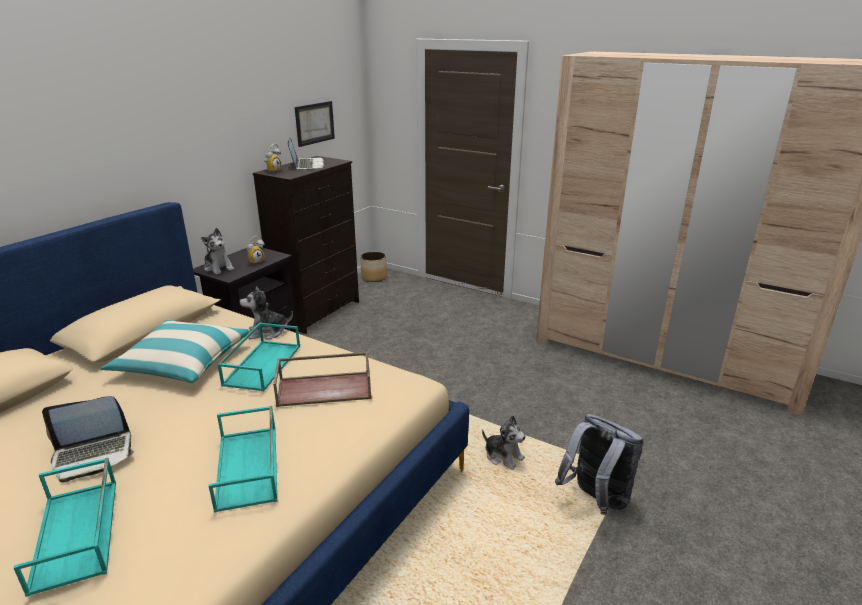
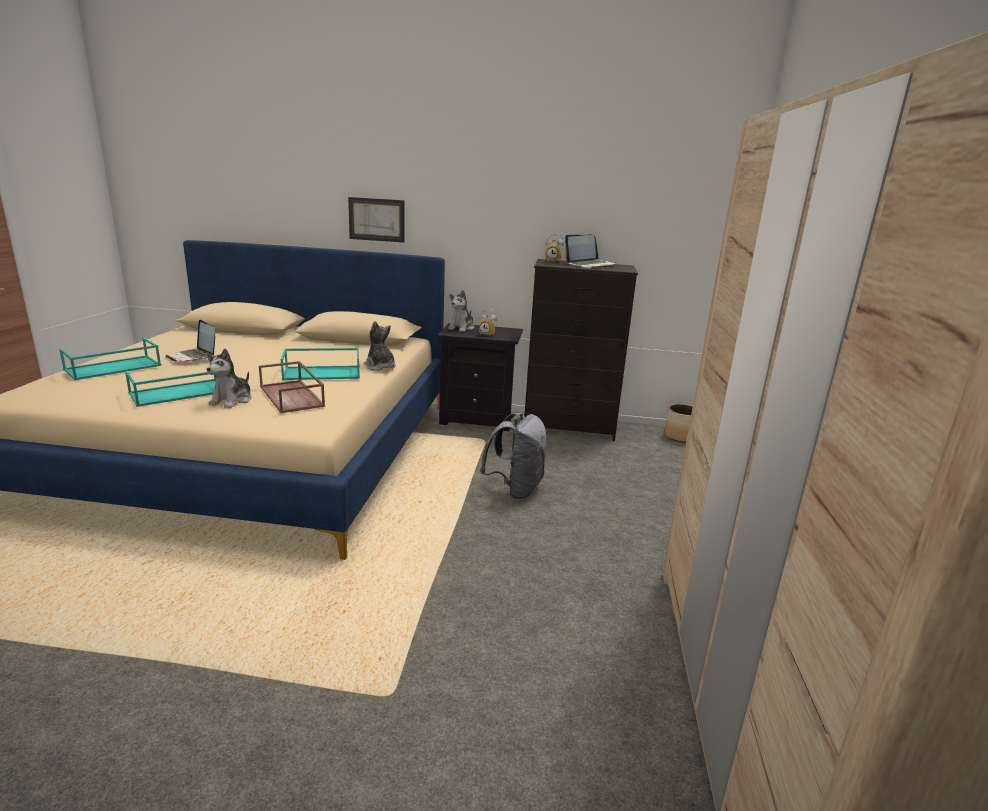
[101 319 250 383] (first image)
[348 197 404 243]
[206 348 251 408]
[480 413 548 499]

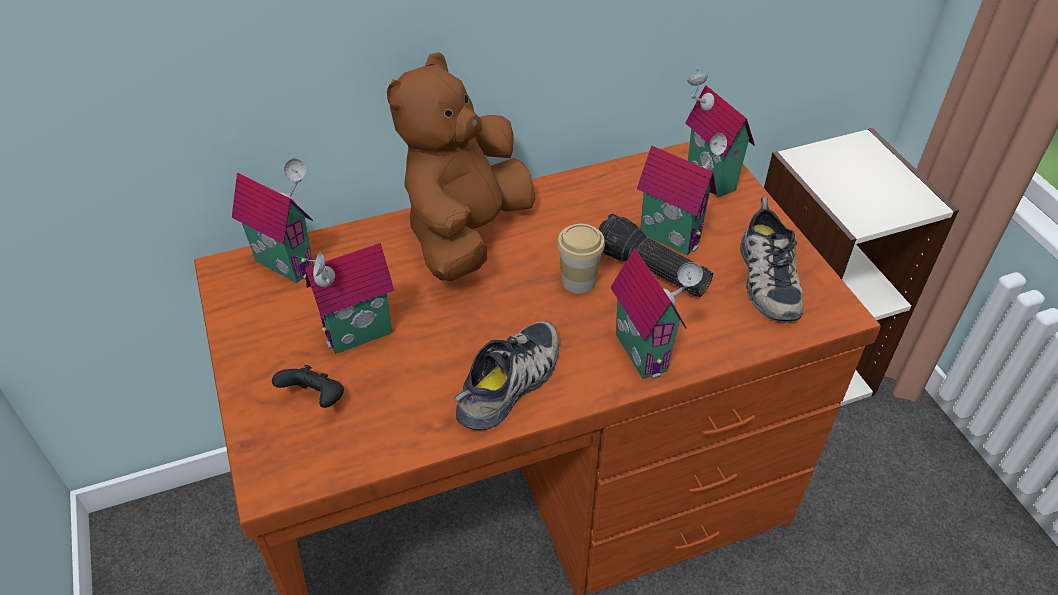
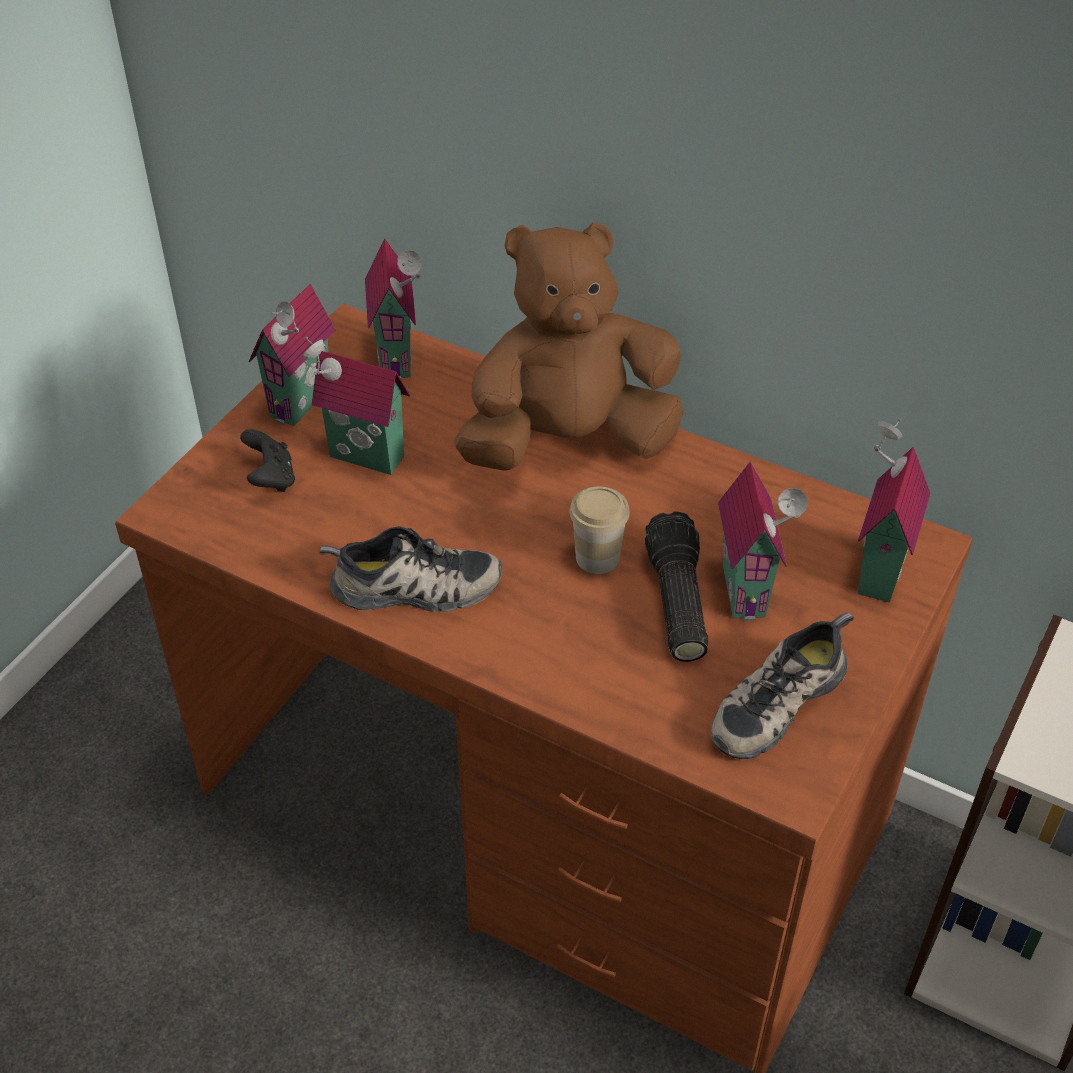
[249 284 335 426]

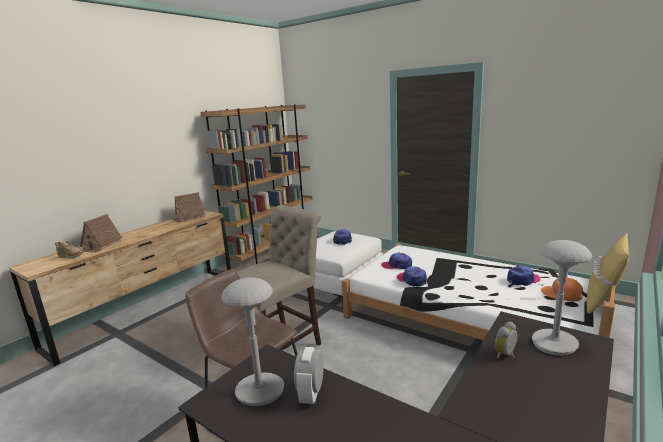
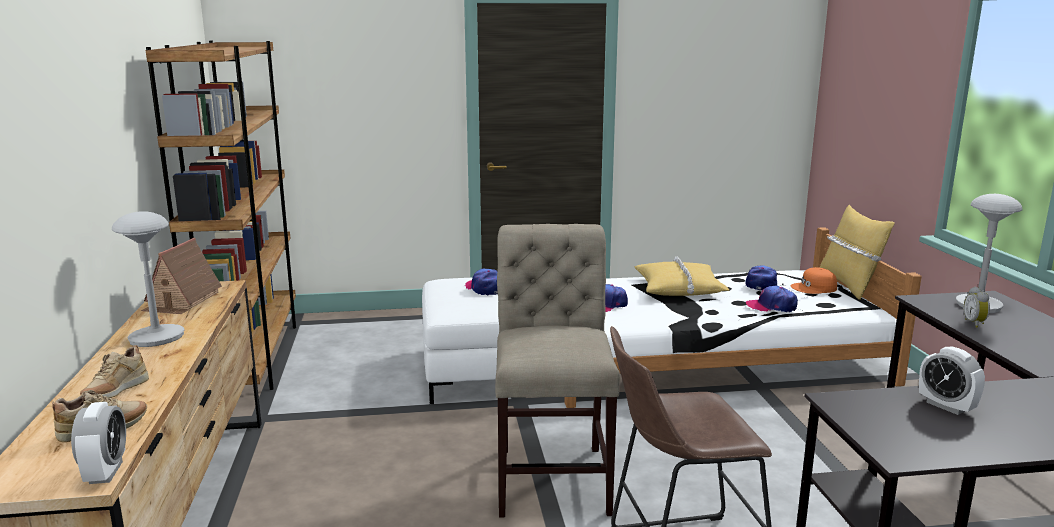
[80 345 149 398]
[112 211 185 347]
[746 286 798 313]
[71 402 126 484]
[635 257 729 296]

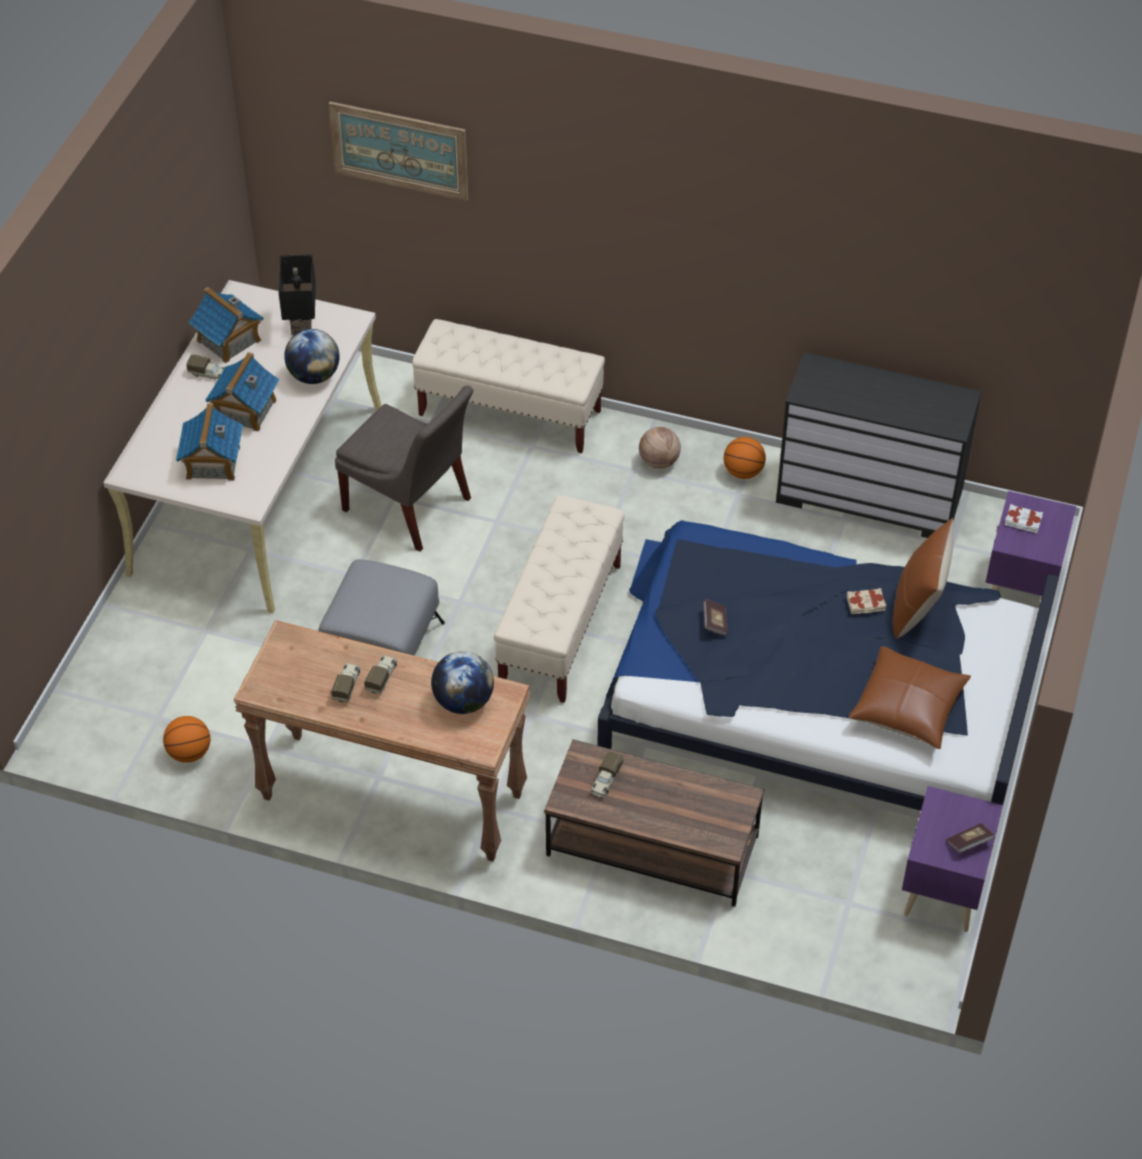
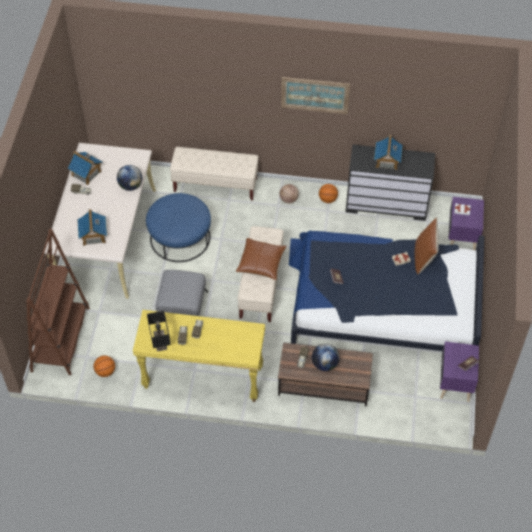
[374 135 403 170]
[133 310 265 402]
[147 311 171 352]
[281 77 350 114]
[146 193 211 262]
[312 343 340 371]
[236 238 286 280]
[27 229 90 375]

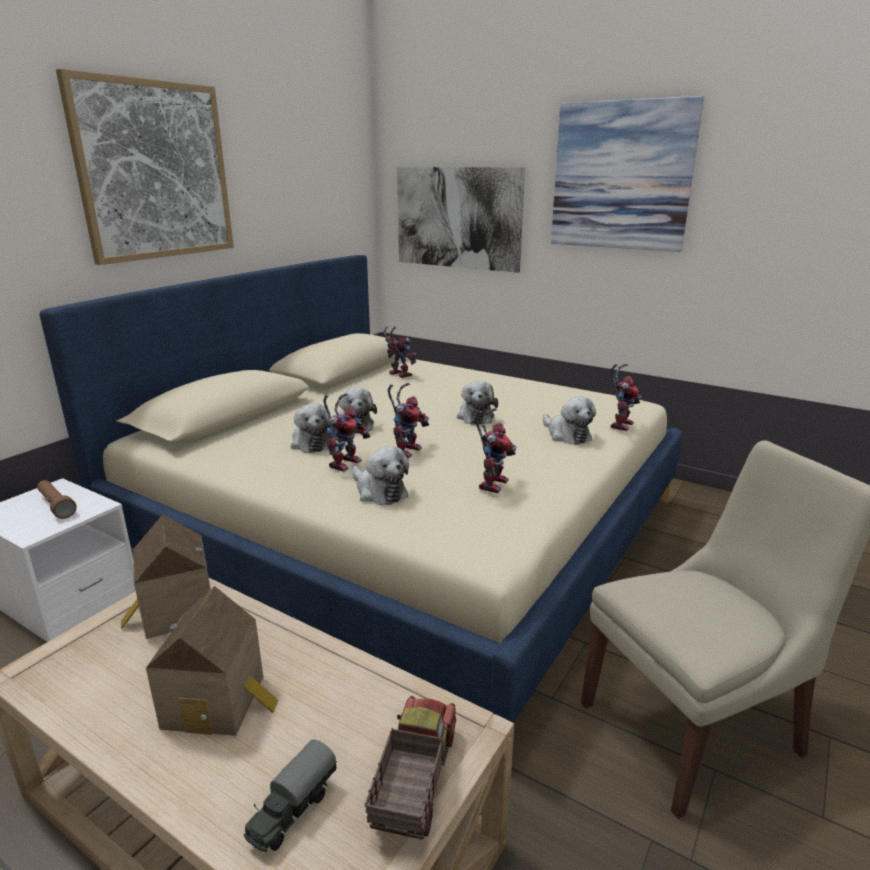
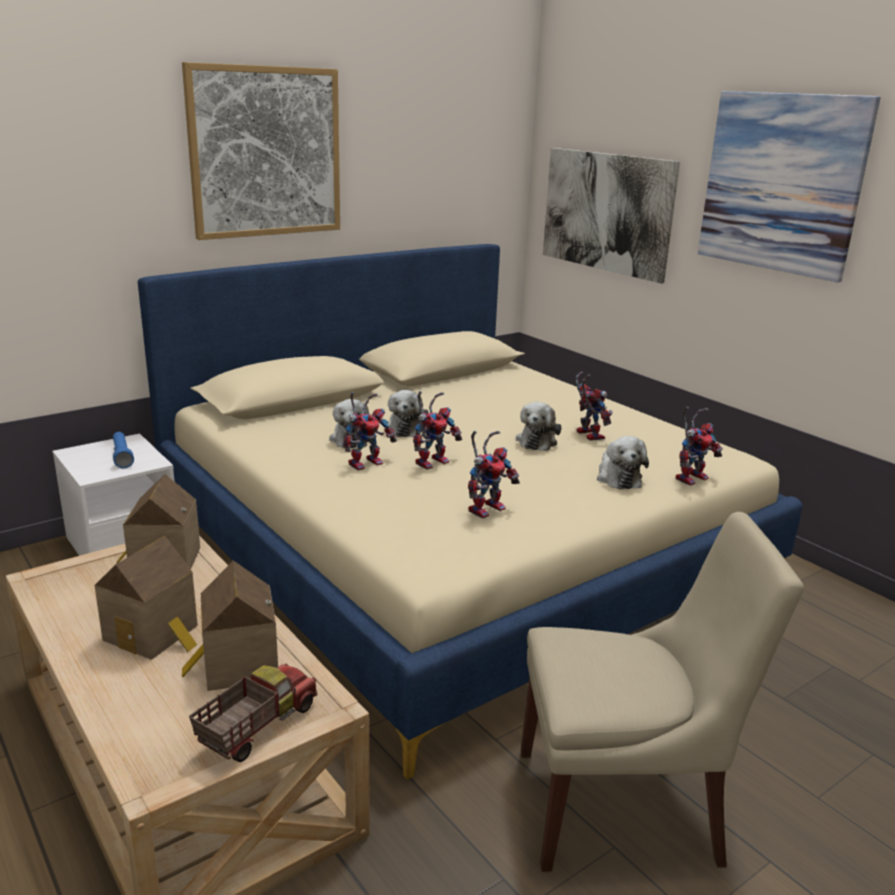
[113 432 134 468]
[244 740 337 852] (first image)
[353 446 409 505] (first image)
[576 372 613 441]
[182 561 278 691]

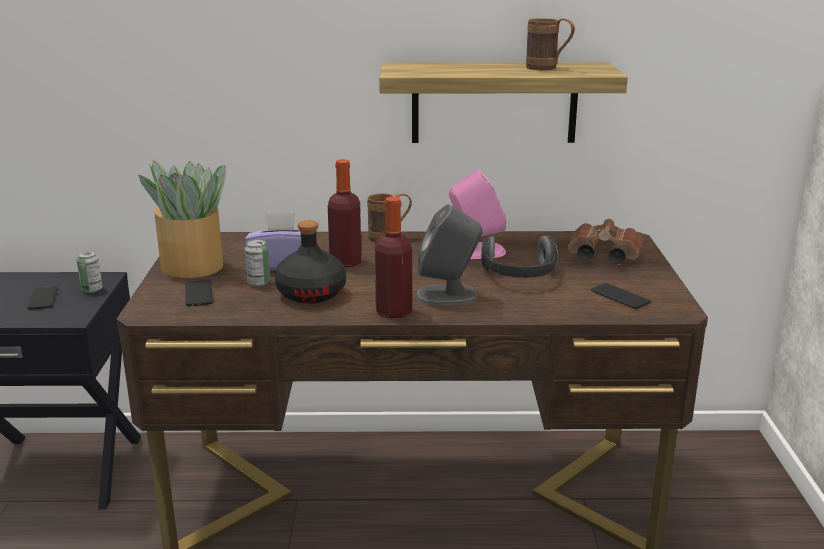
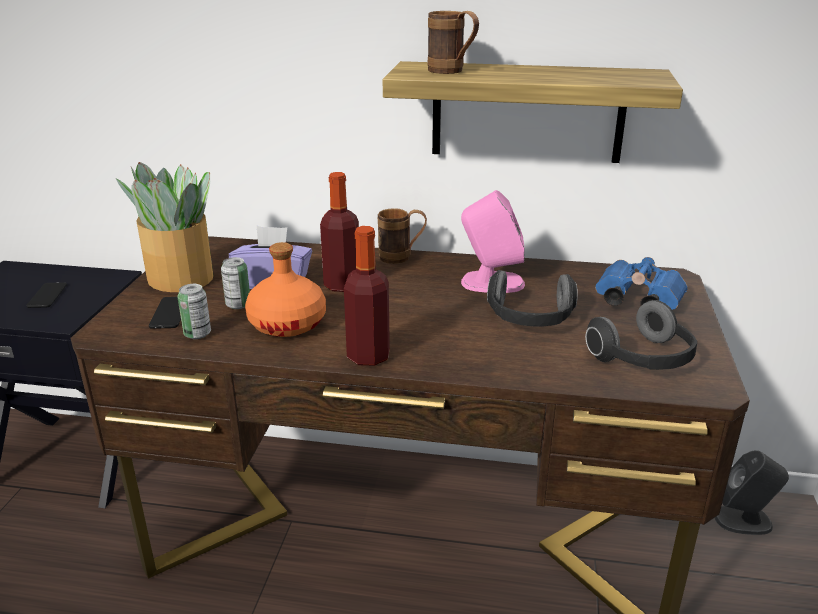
[177 284 211 339]
[245 242 326 337]
[715 450 789 535]
[428 11 479 74]
[595 257 687 310]
[585 300 697 370]

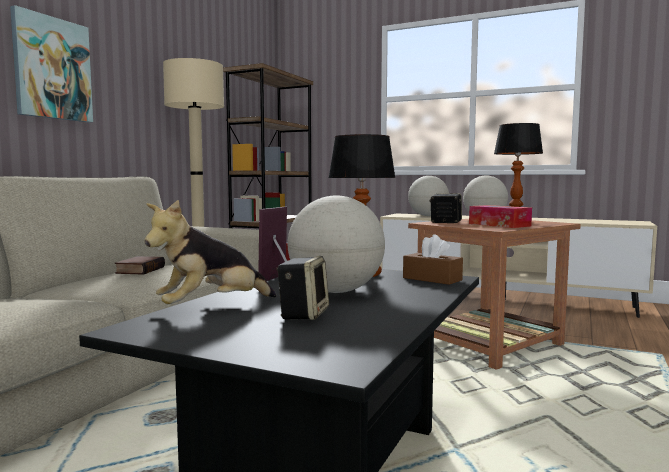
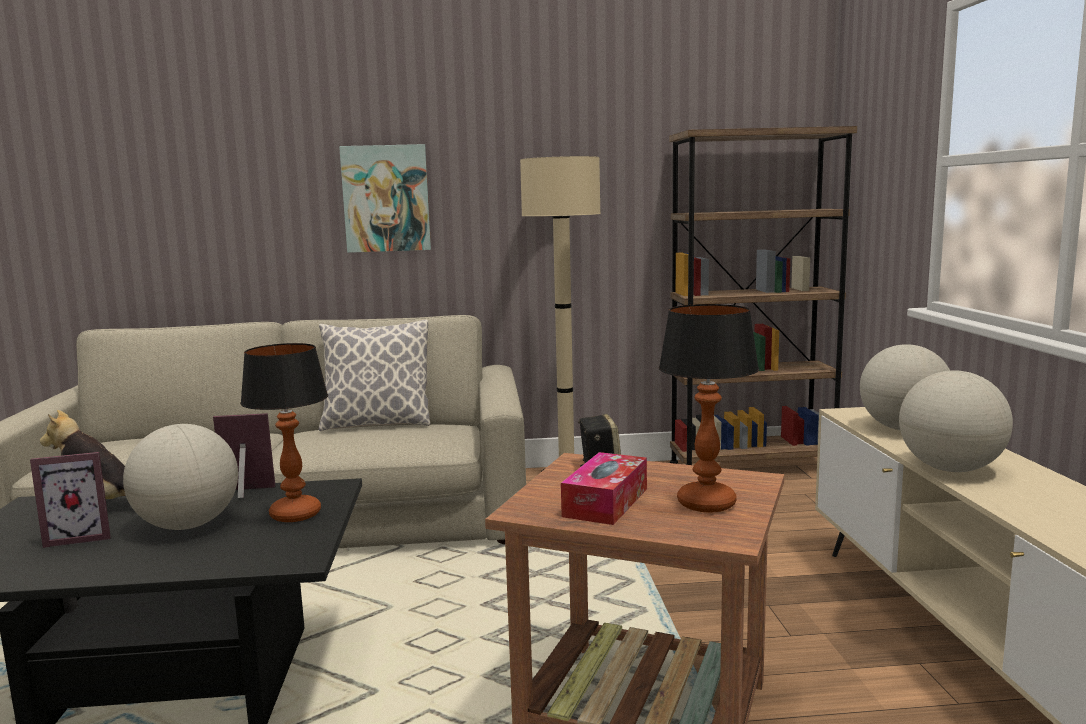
[115 256 165 275] (first image)
[30 452 111 548]
[403 234 463 285] (first image)
[319 320 430 431]

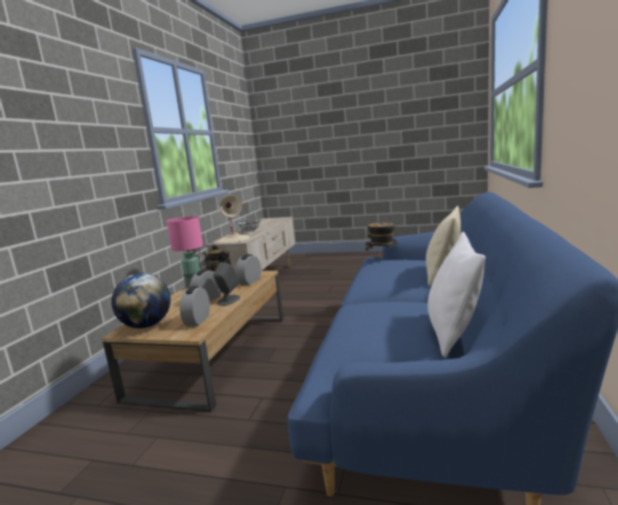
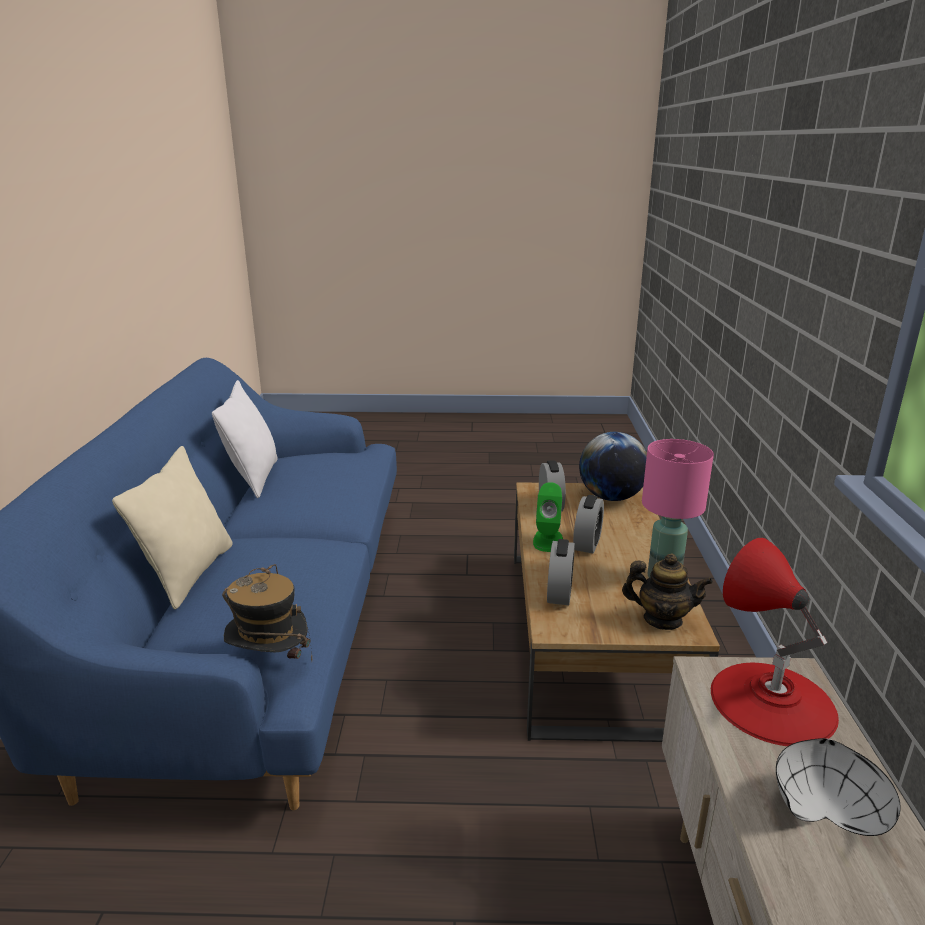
[533 482 563 552]
[711 538 839 746]

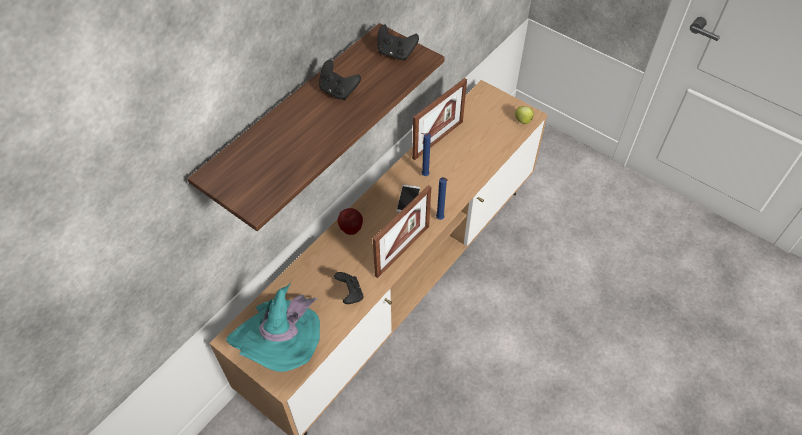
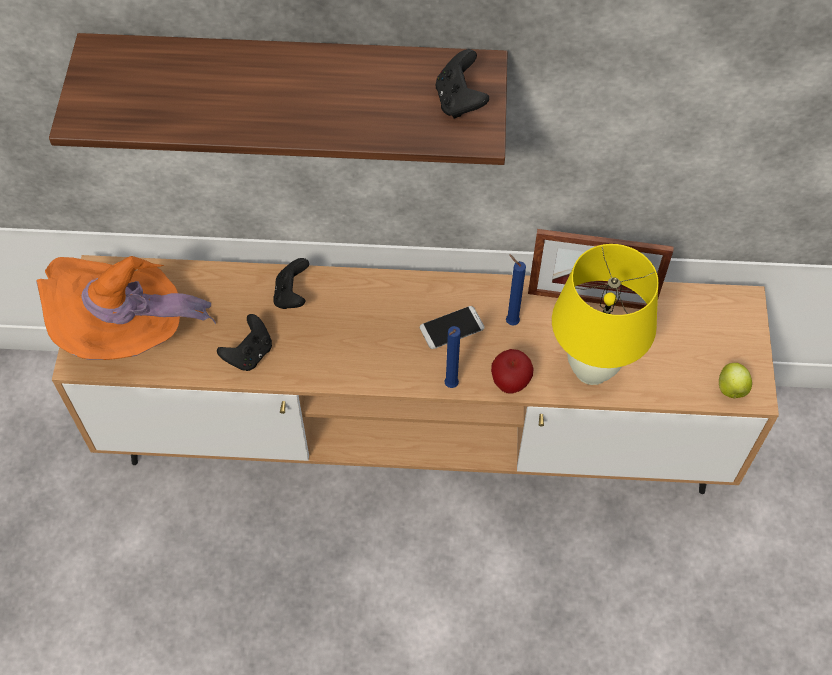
[36 256 216 360]
[273 258 309 309]
[491 349 534 394]
[373 185 431 278] (first image)
[552 244 659 385]

